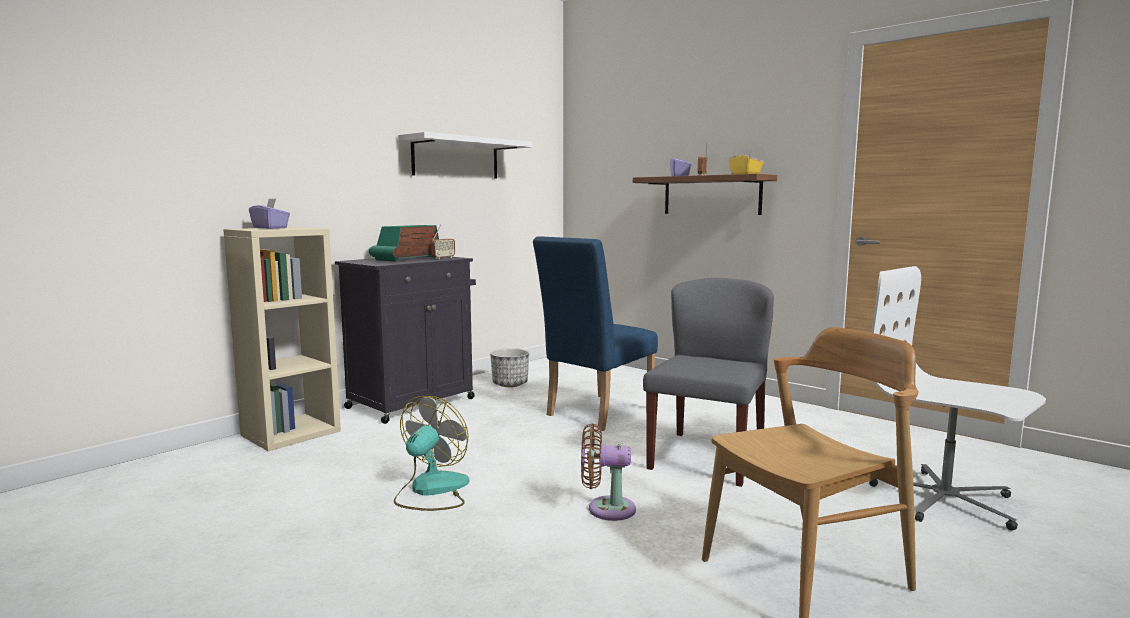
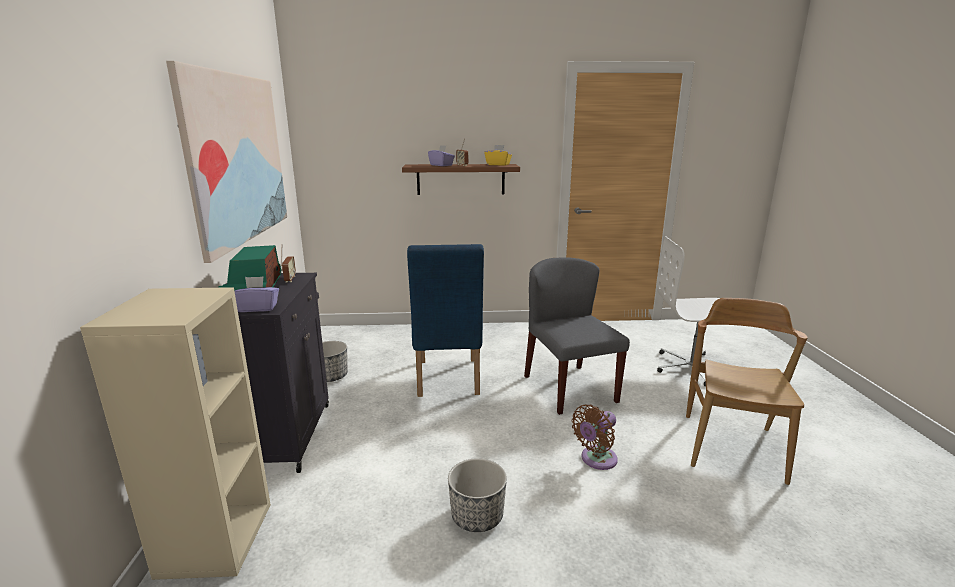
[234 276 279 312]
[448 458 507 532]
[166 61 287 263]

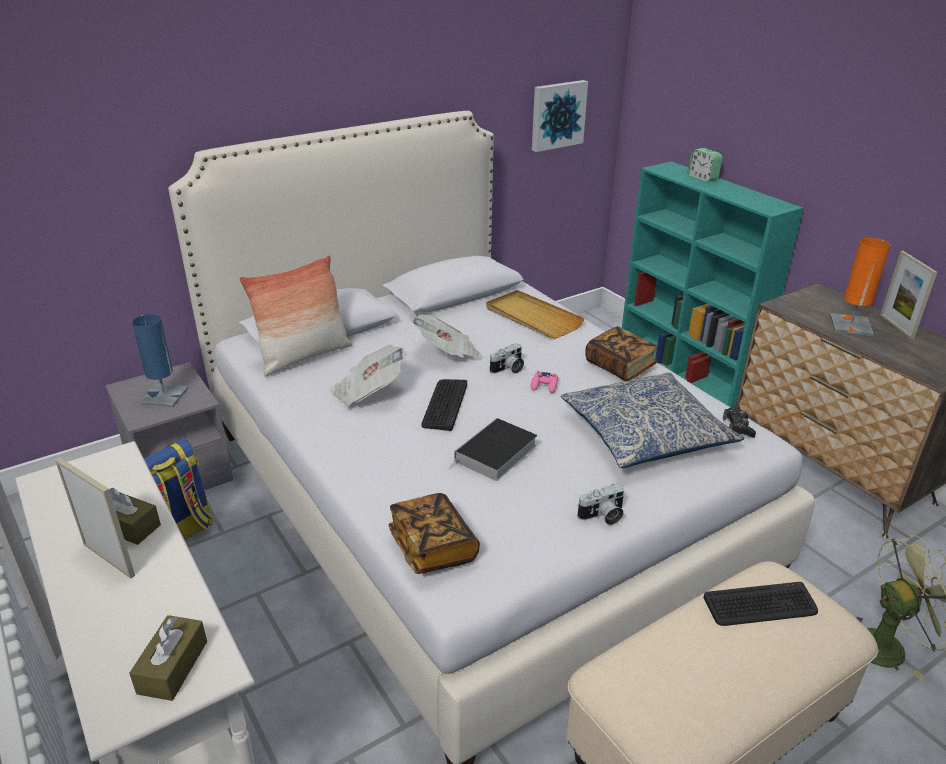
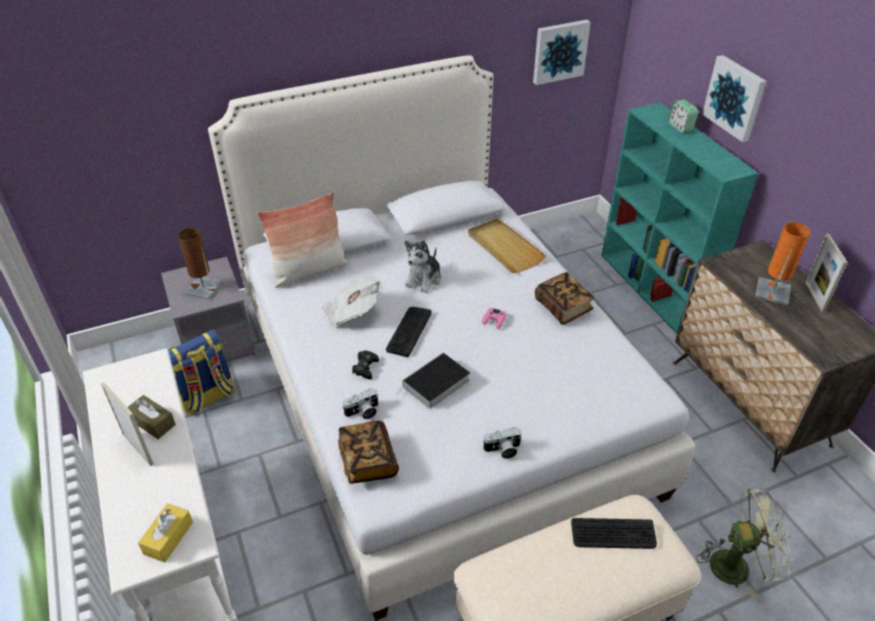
[138 503 193 563]
[178 227 222 300]
[405 240 441 293]
[343 388 378 419]
[561 372 744 468] (first image)
[352 351 379 379]
[702 55 767 142]

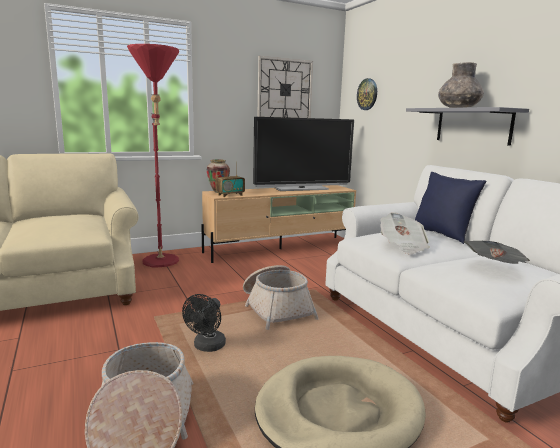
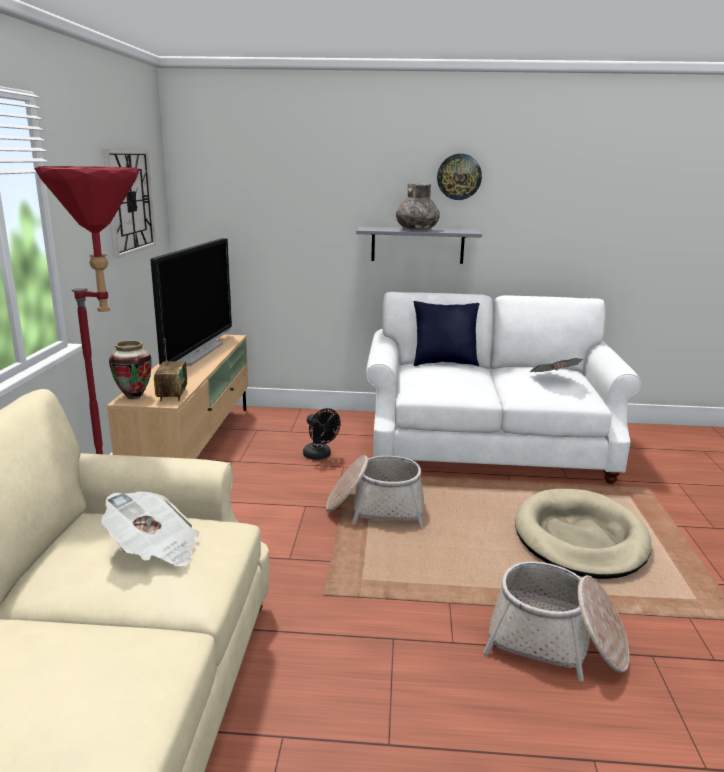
[303 408 341 460]
[437 154 482 200]
[101 491 199 567]

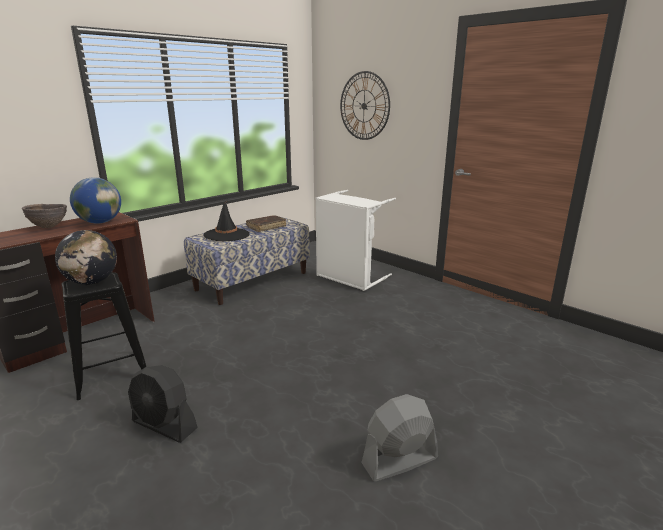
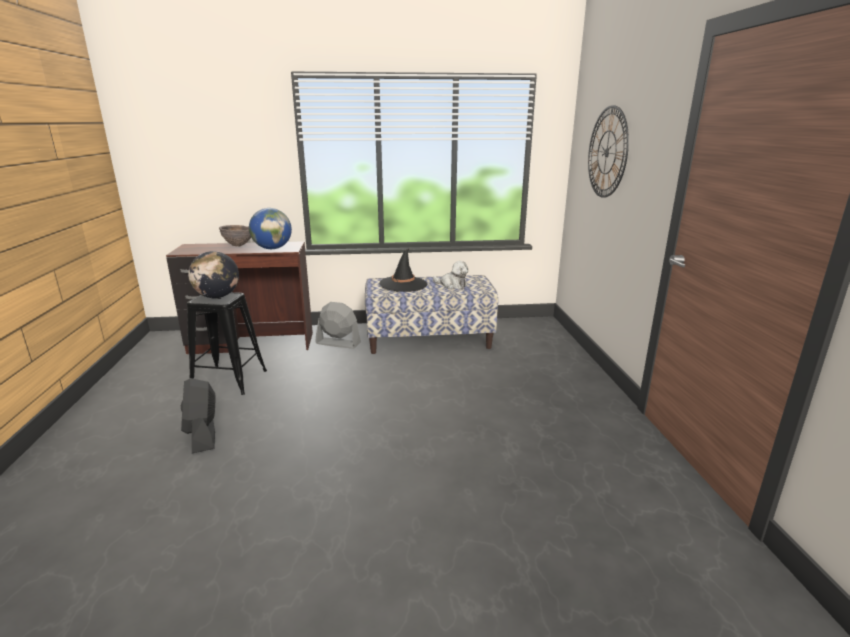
[433 261 468 289]
[315 190 396 291] (first image)
[315 302 361 349]

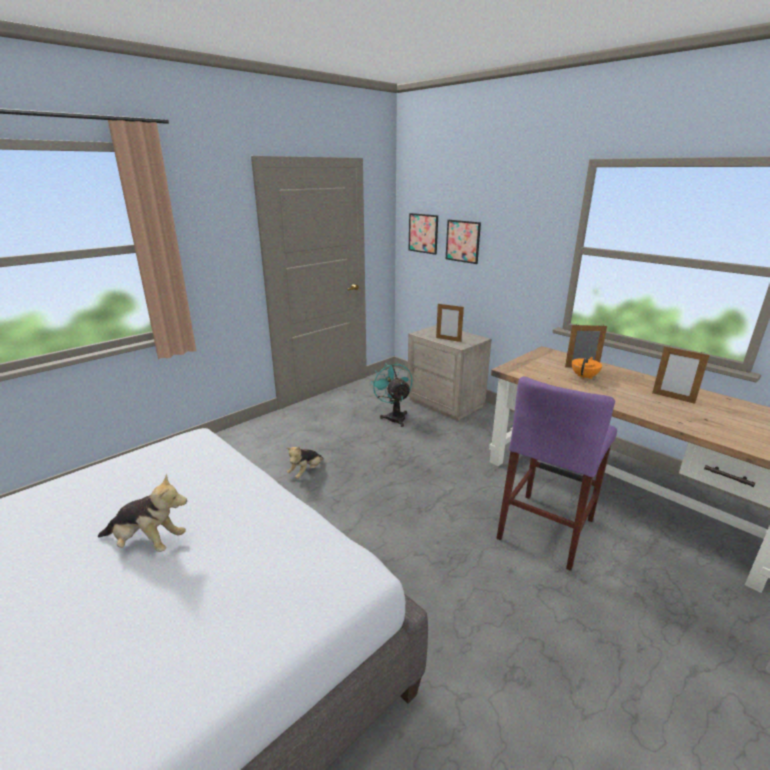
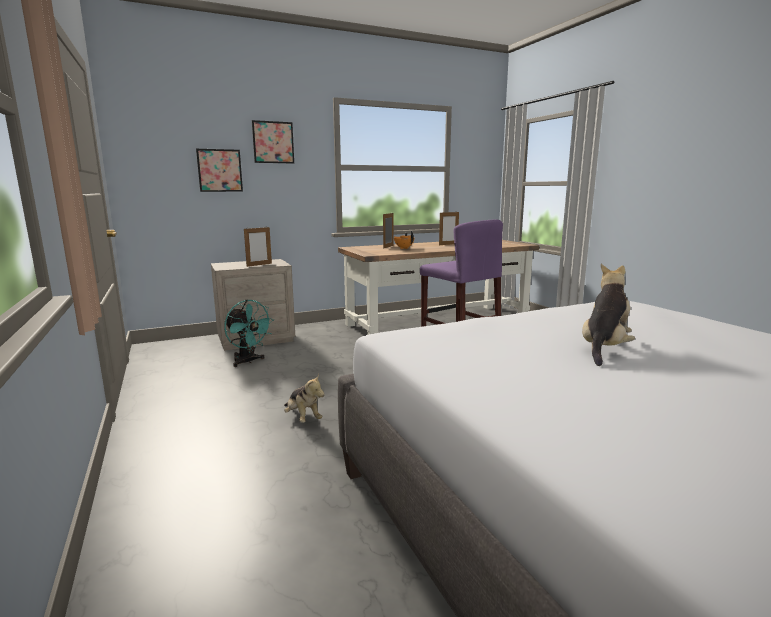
[224 300 274 367]
[252 120 294 164]

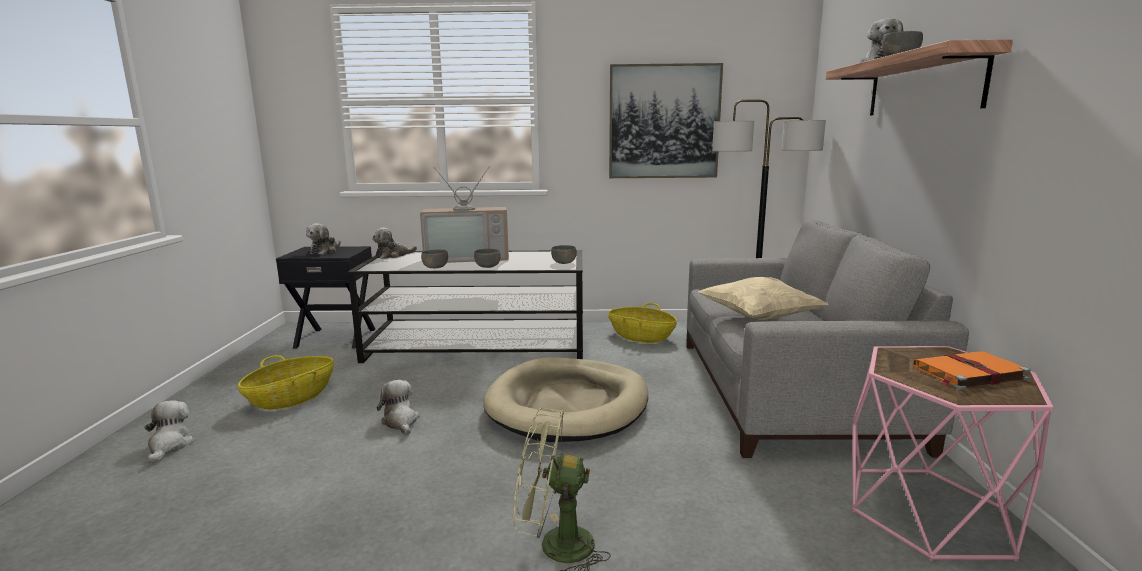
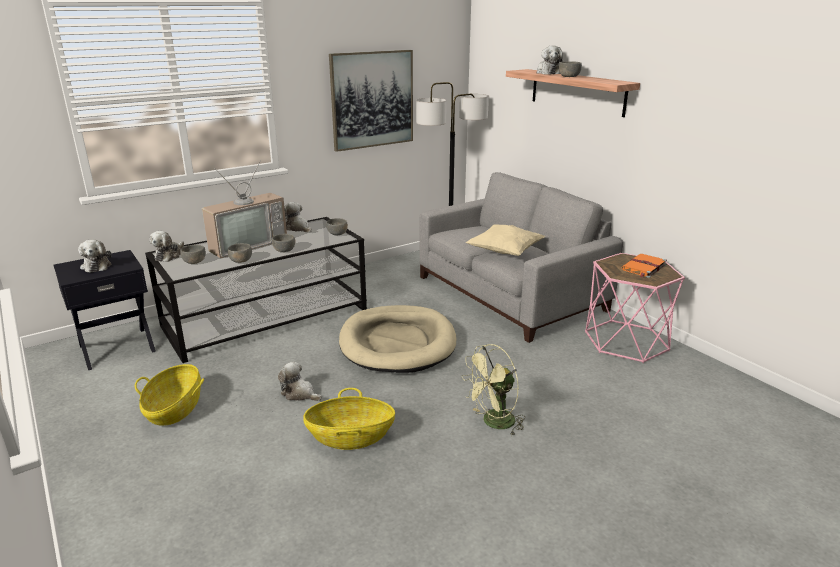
[284 202 312 233]
[303 388 395 450]
[180 245 206 264]

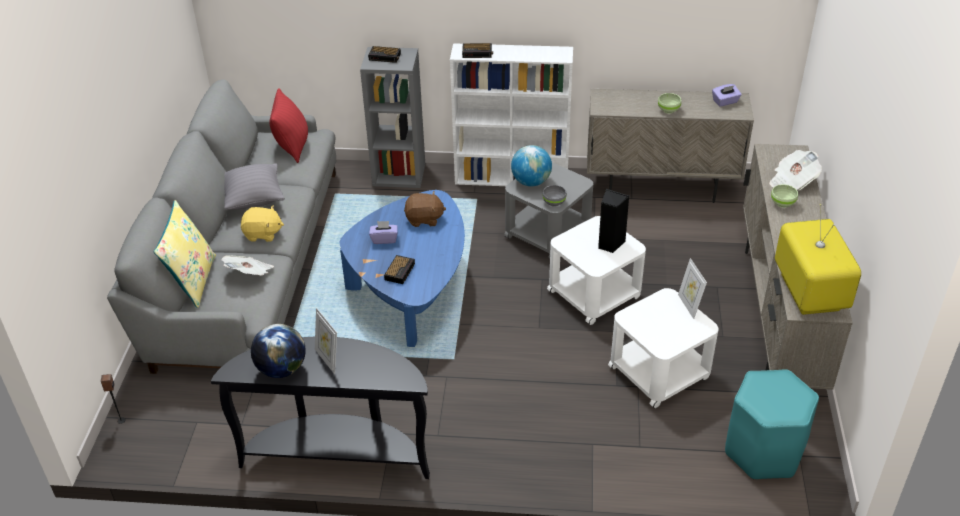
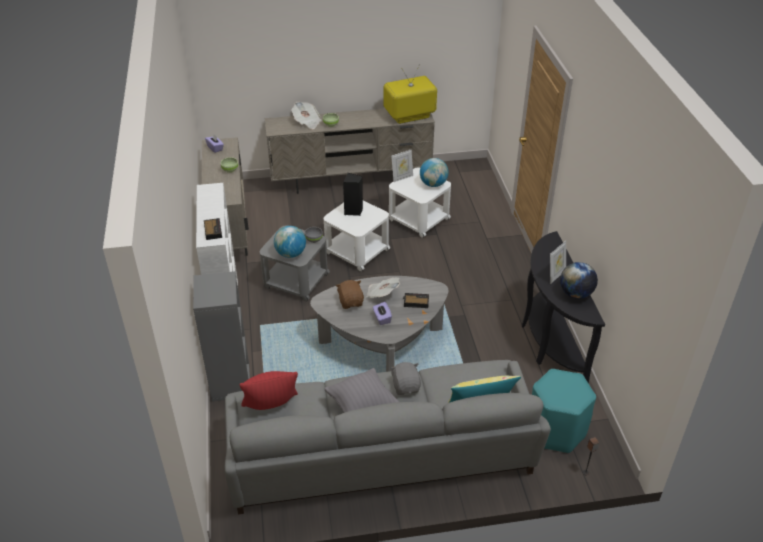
[366 278 400 298]
[390 362 421 395]
[310 276 449 372]
[368 46 401 63] (first image)
[532 369 596 453]
[420 158 449 187]

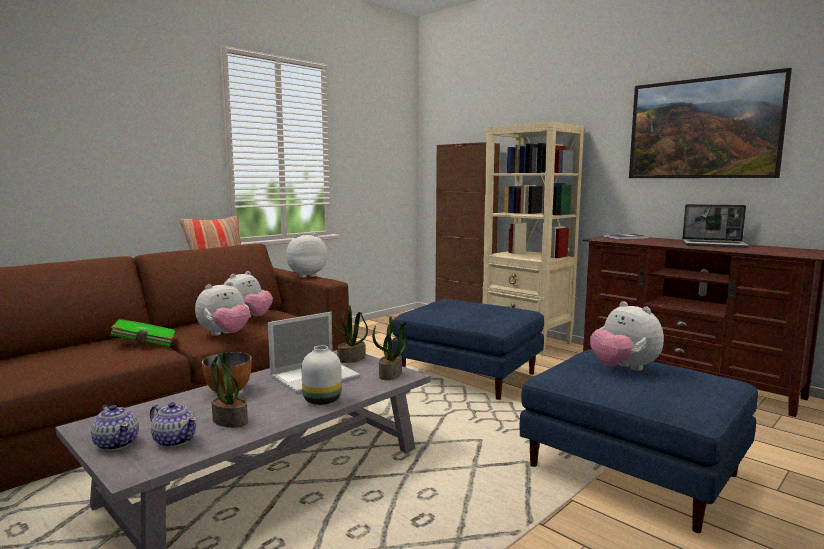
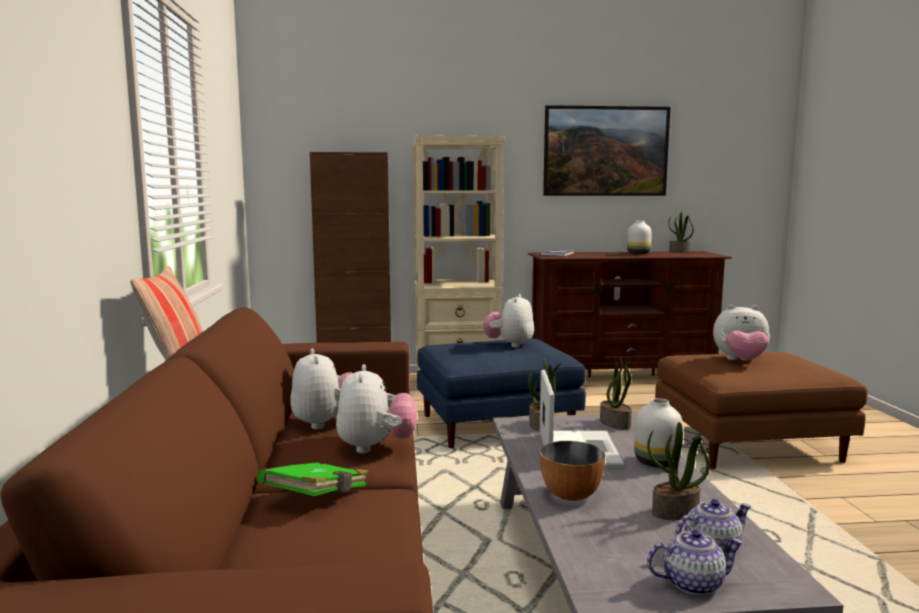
[483 294 534 348]
[655 352 868 469]
[627 221 652 254]
[668 212 694 252]

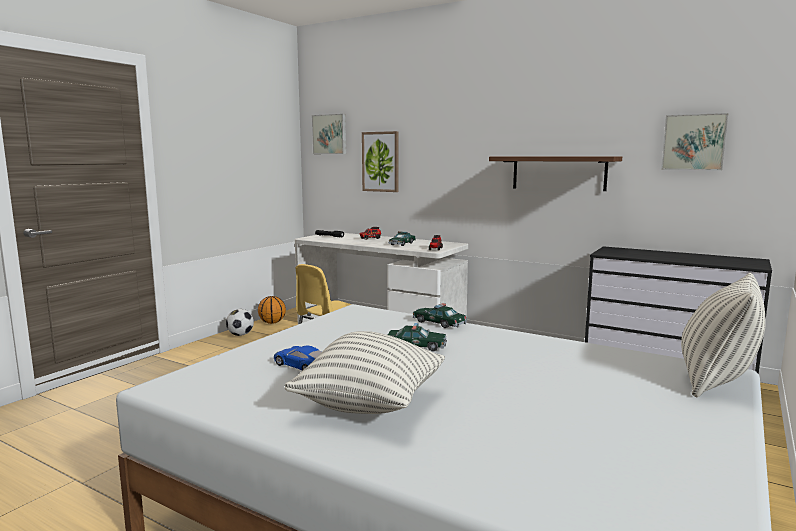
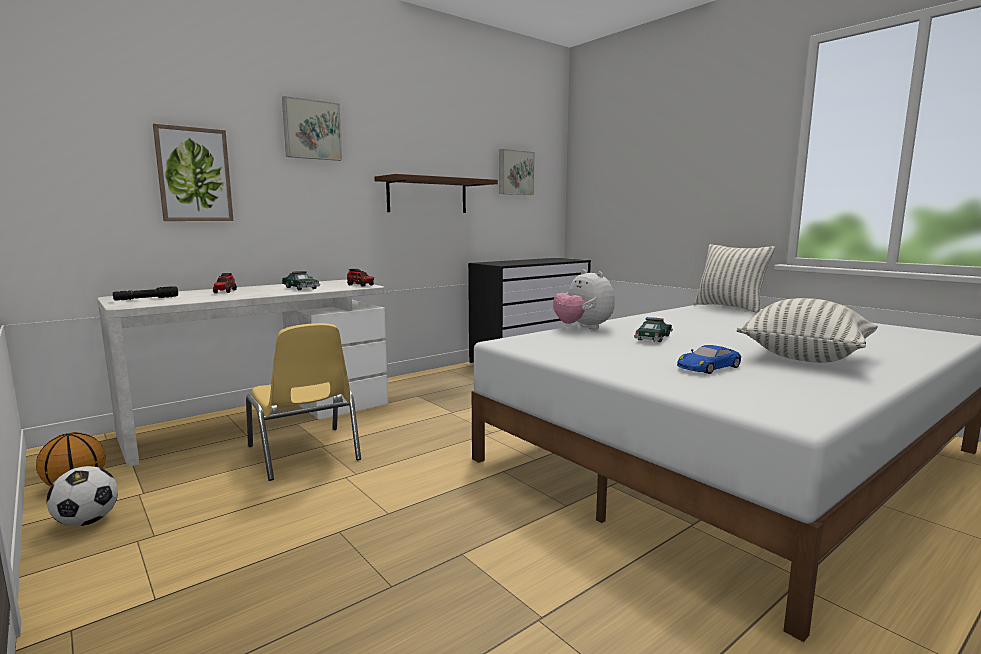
[282 96 342 161]
[553 270 615 329]

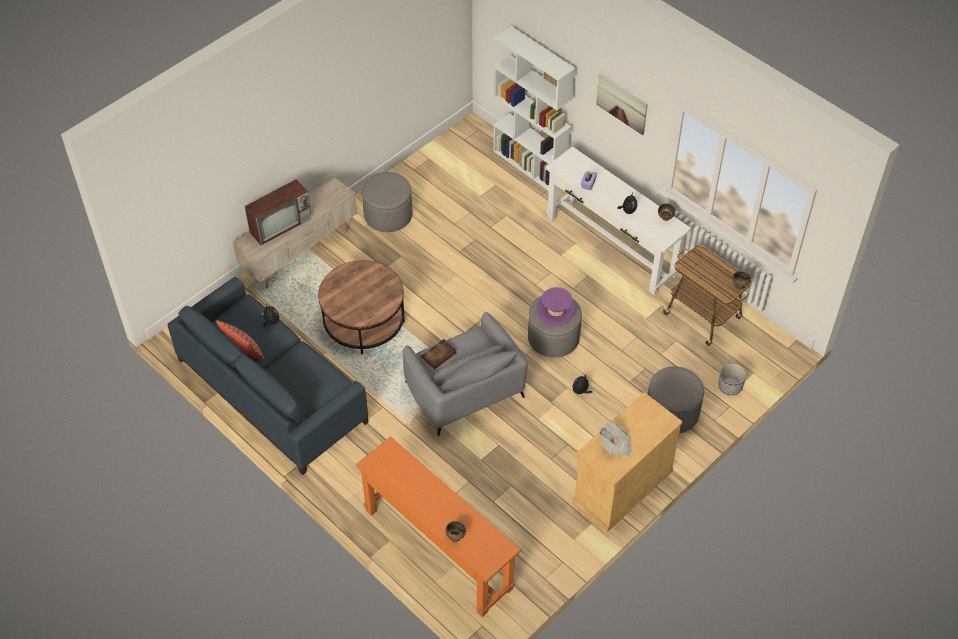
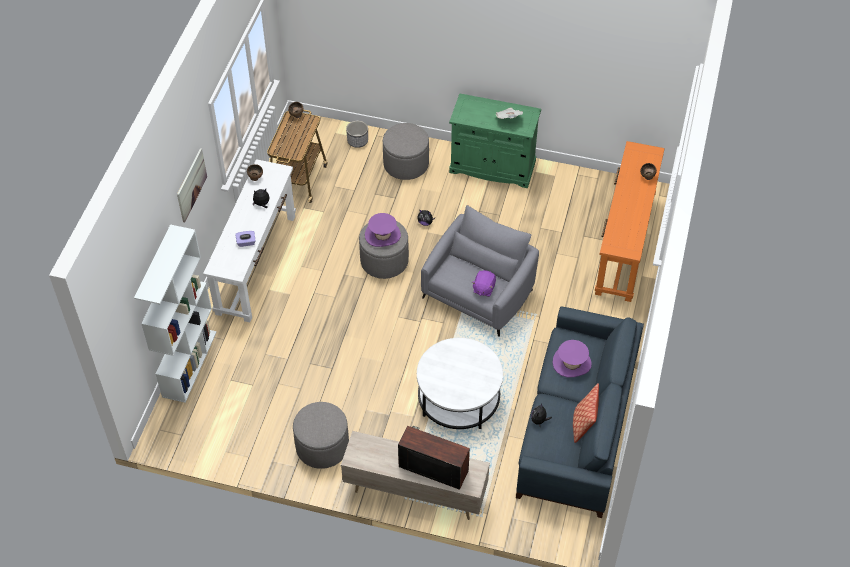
[417 338 503 429]
[472 270 496 297]
[449 93 541 188]
[553 340 592 377]

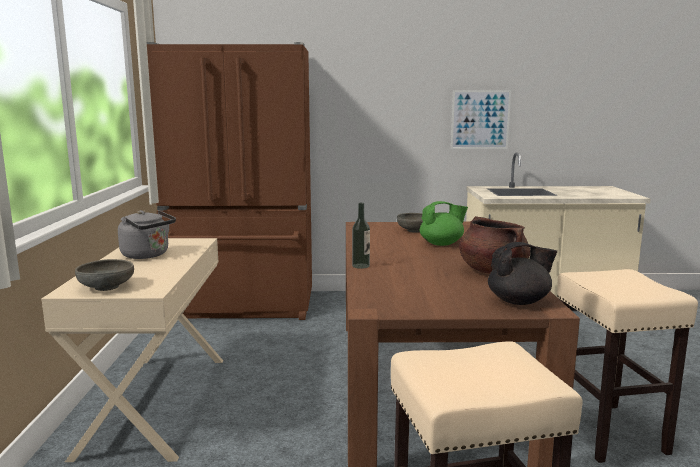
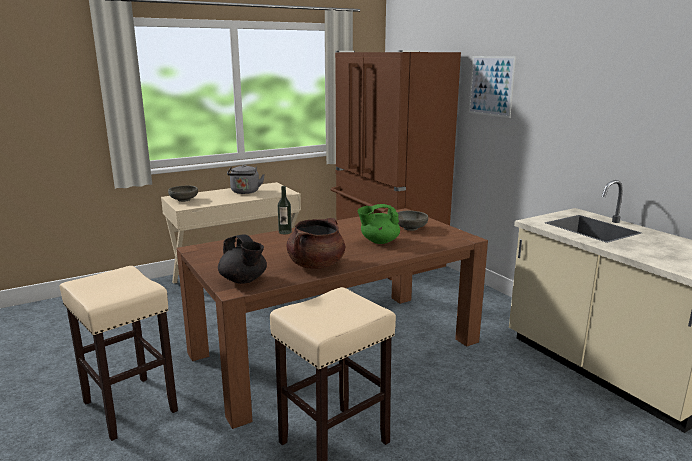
[358 204 400 244]
[469 56 516 118]

